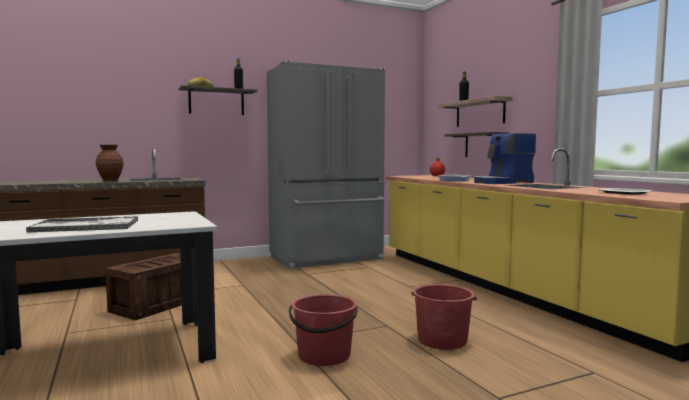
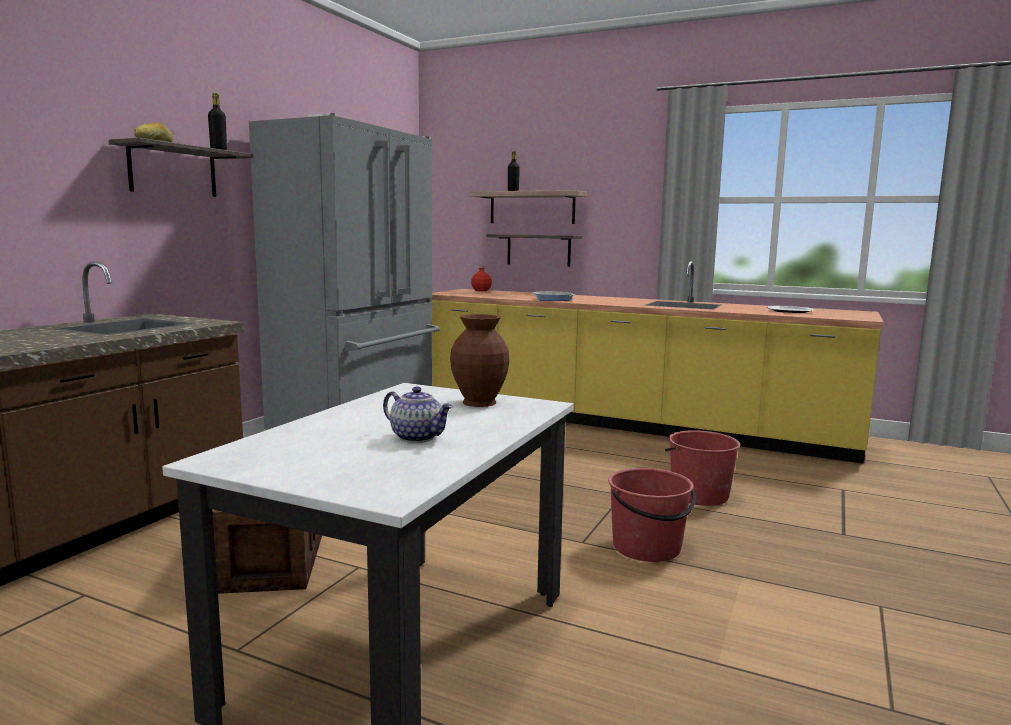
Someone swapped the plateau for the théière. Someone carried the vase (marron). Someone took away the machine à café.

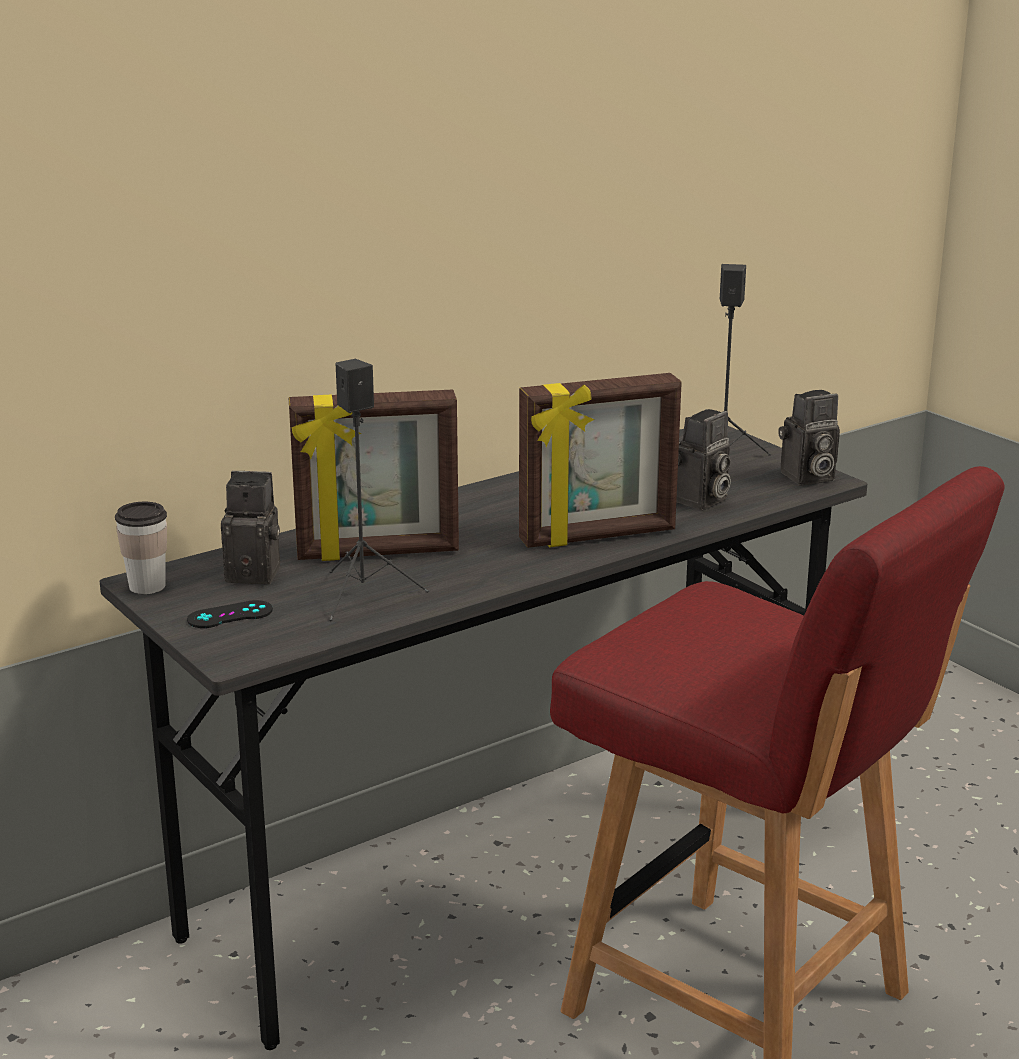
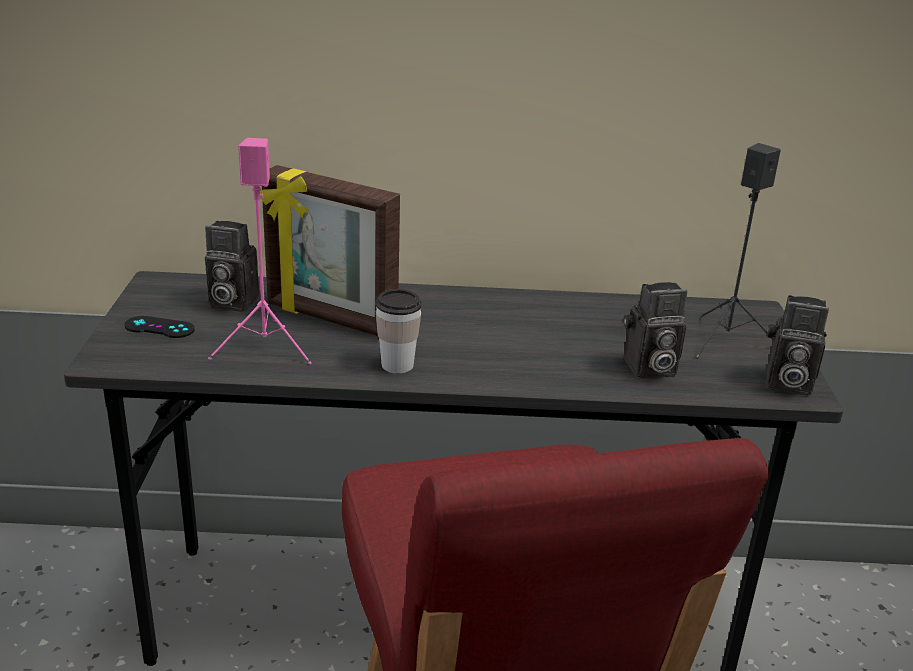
Someone rotated the appareil photo (no. 1 from left) by 150 degrees clockwise. Someone repainted the enceinte (noir) (no. 1 from left), which became the enceinte (rose). Someone carried the tasse. Someone took away the cadre photo (no. 2 from left).

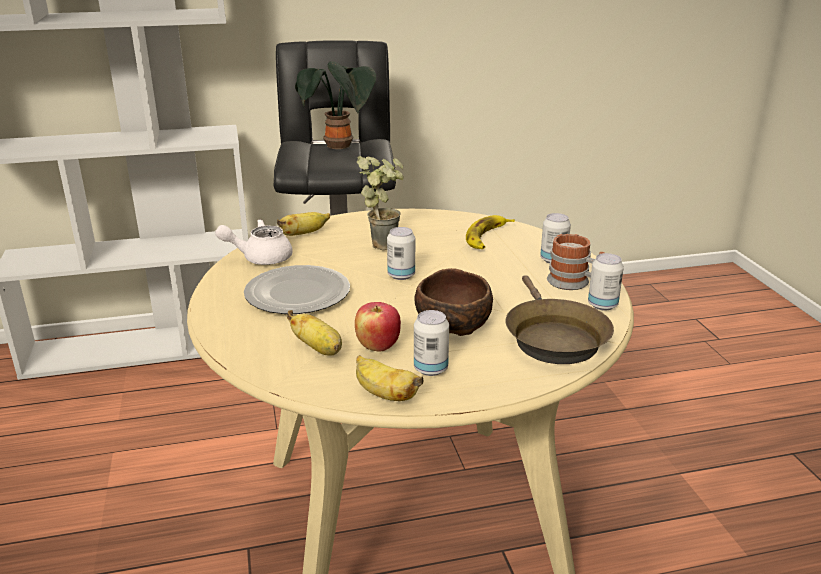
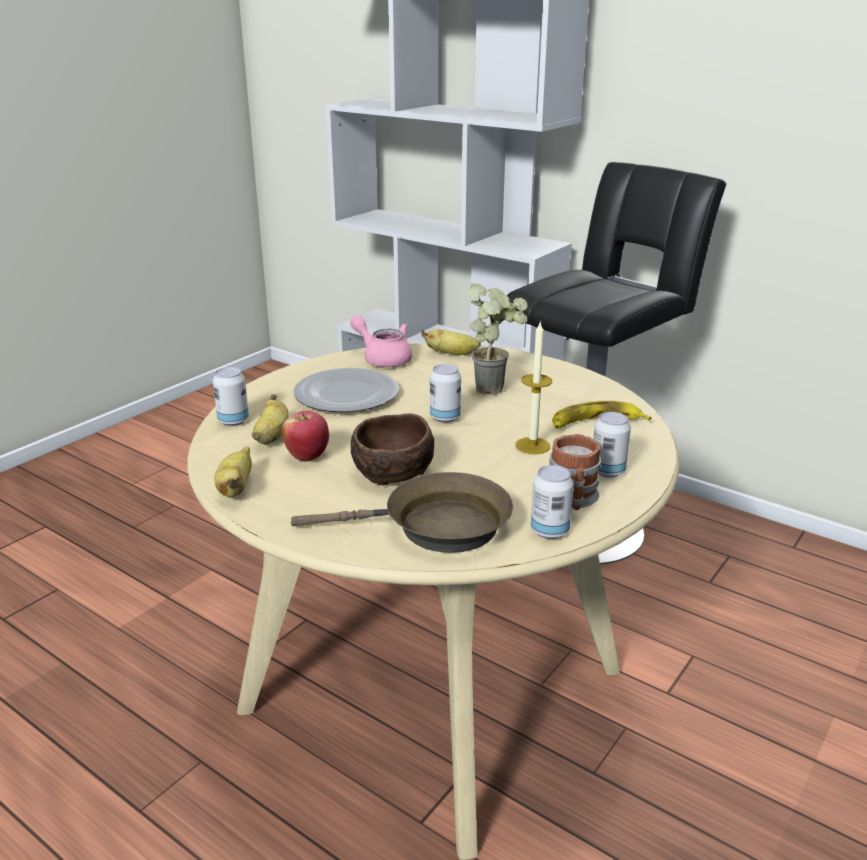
Someone carried the boîte métallique (no. 2 from left in the first image). Someone rotated the poêle (marron) by 135 degrees counterclockwise. Someone repainted the théière (blanc), which became the théière (rose). Someone put down the bougie. Someone took away the plante en pot (no. 1 from left).

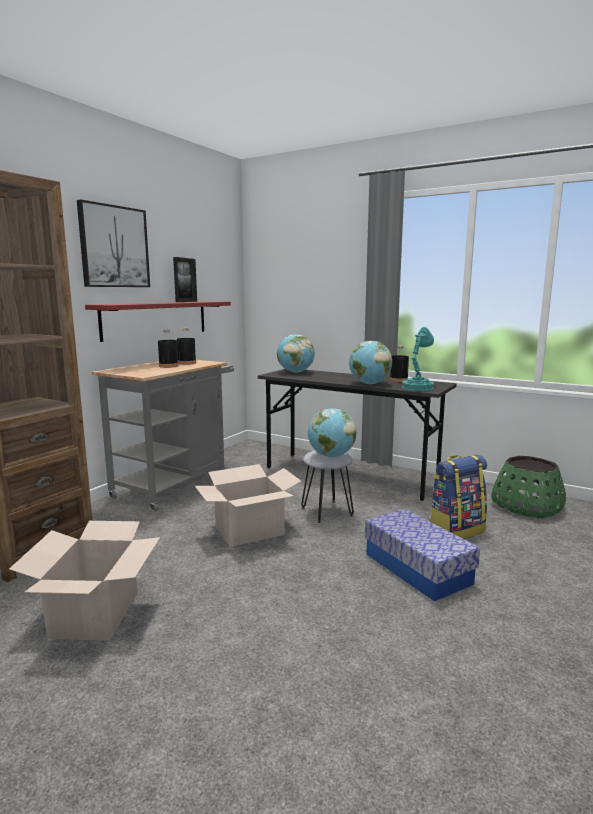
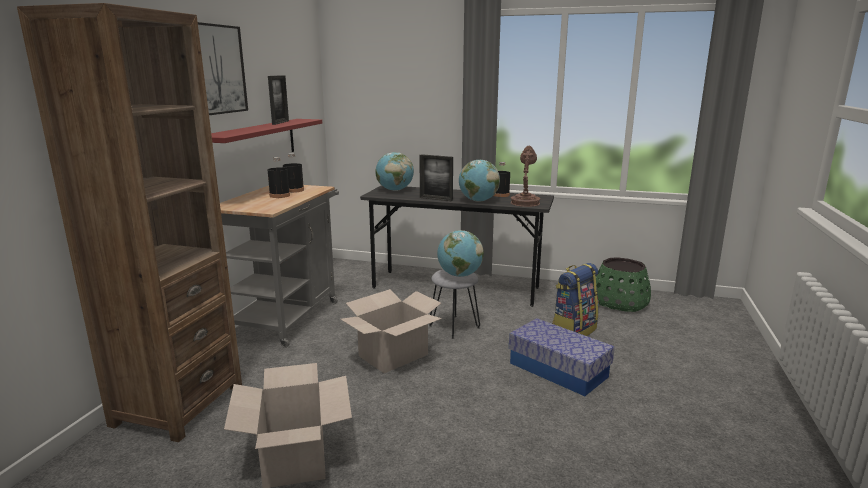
Someone put down the cadre photo (no. 2 from left). Someone repainted the lampe de table (turquoise), which became the lampe de table (marron).

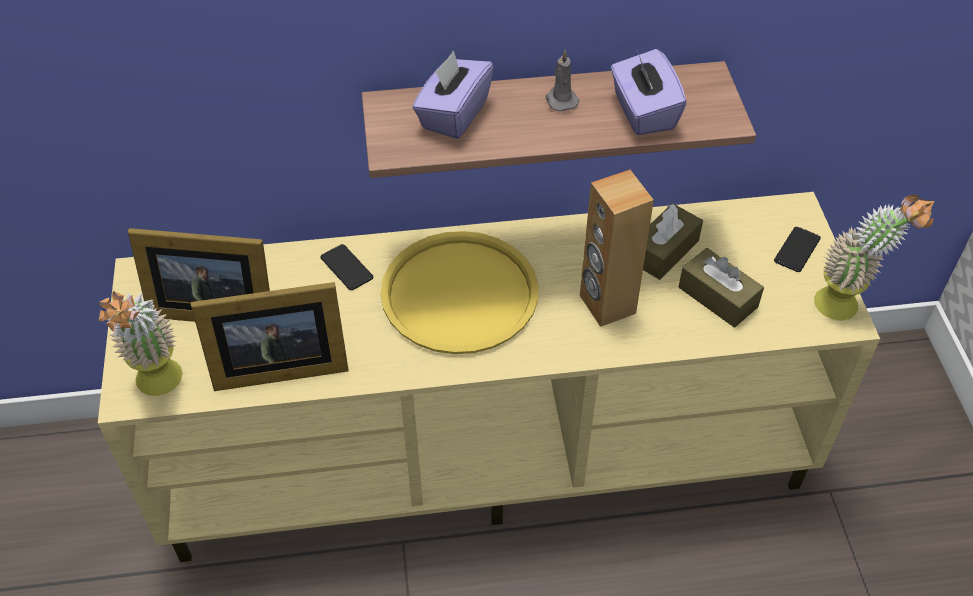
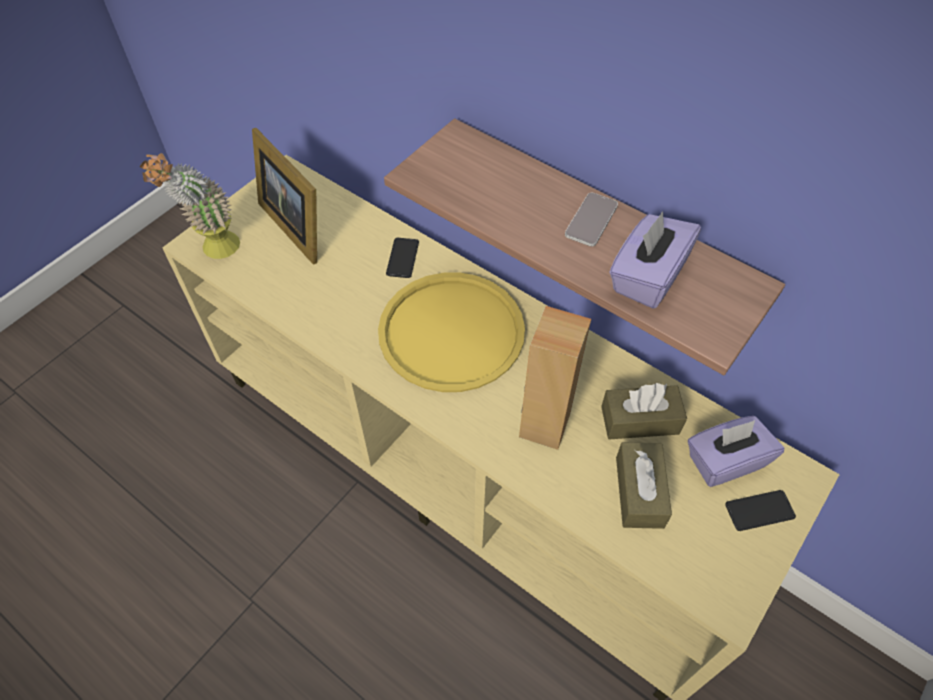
Someone swapped the bougie (gris) for the téléphone (no. 2 from left). Someone carried the boîte à mouchoirs (violet) (no. 1 from left in the first image). Someone took away the cadre photo (no. 2 from left). Someone took away the plante en pot (no. 2 from left).

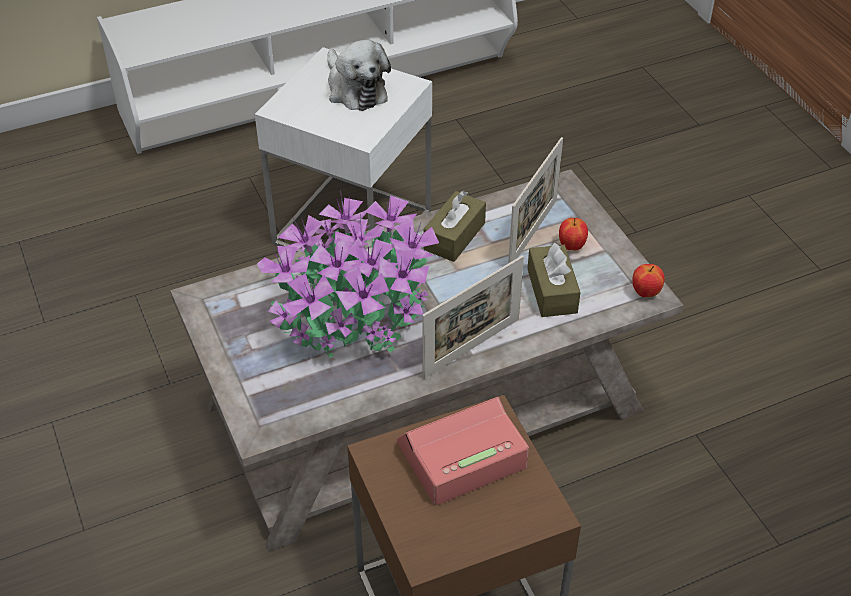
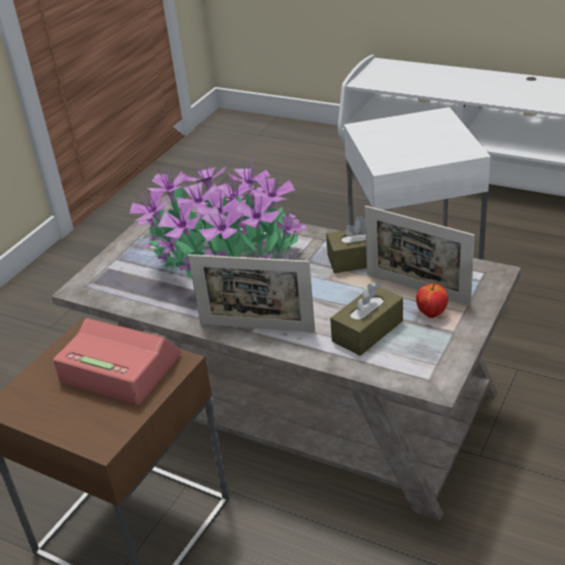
Someone rotated the cadre photo (no. 2 from left) by 45 degrees clockwise. Someone took away the peluche. Someone took away the pomme (no. 2 from left).

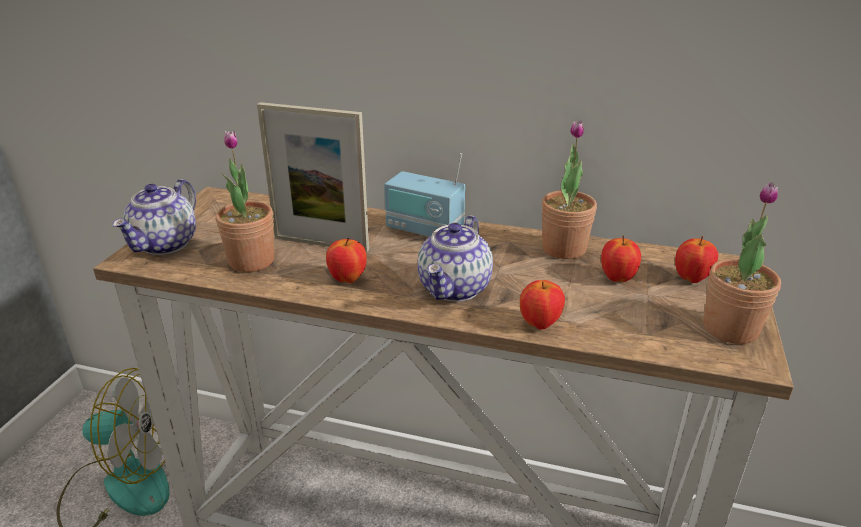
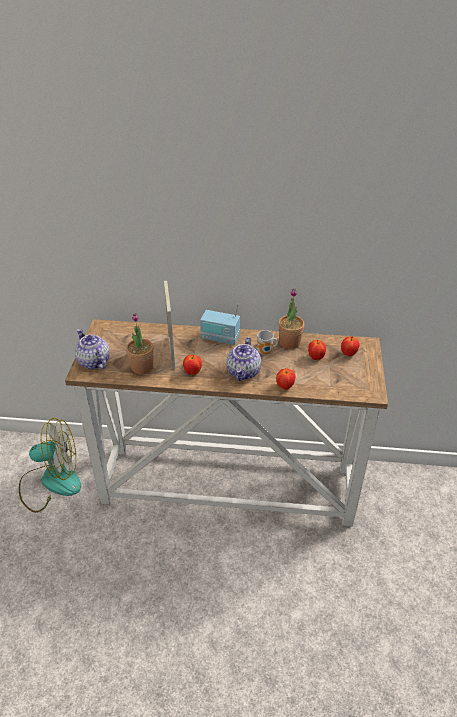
Someone rotated the théière (no. 1 from left) by 135 degrees clockwise. Someone rotated the cadre photo by 105 degrees counterclockwise. Someone put down the mug. Someone took away the plante en pot (no. 3 from left).

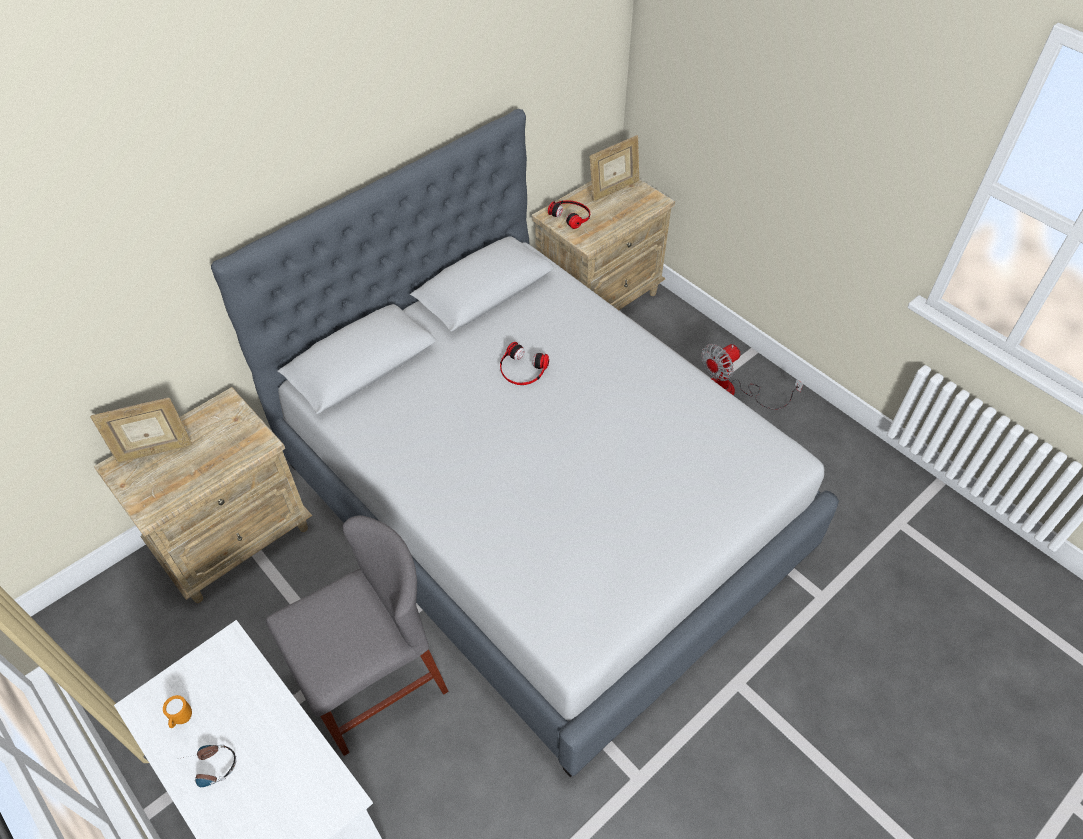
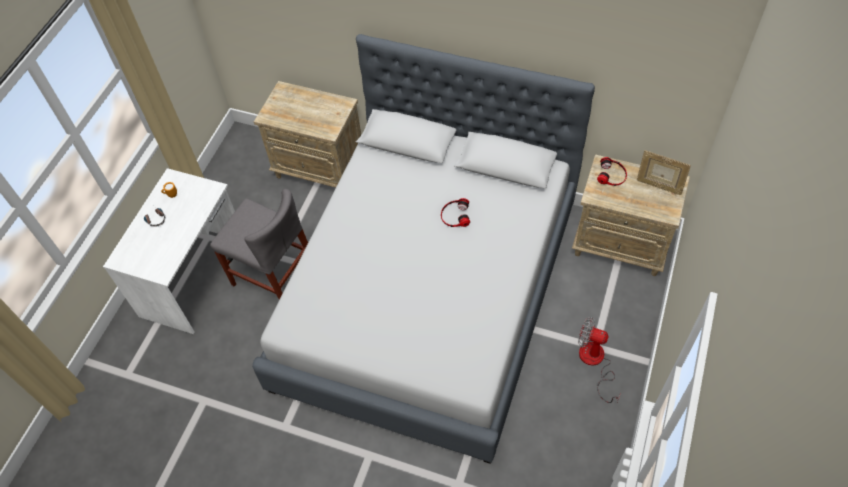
Someone took away the cadre photo (no. 1 from left).

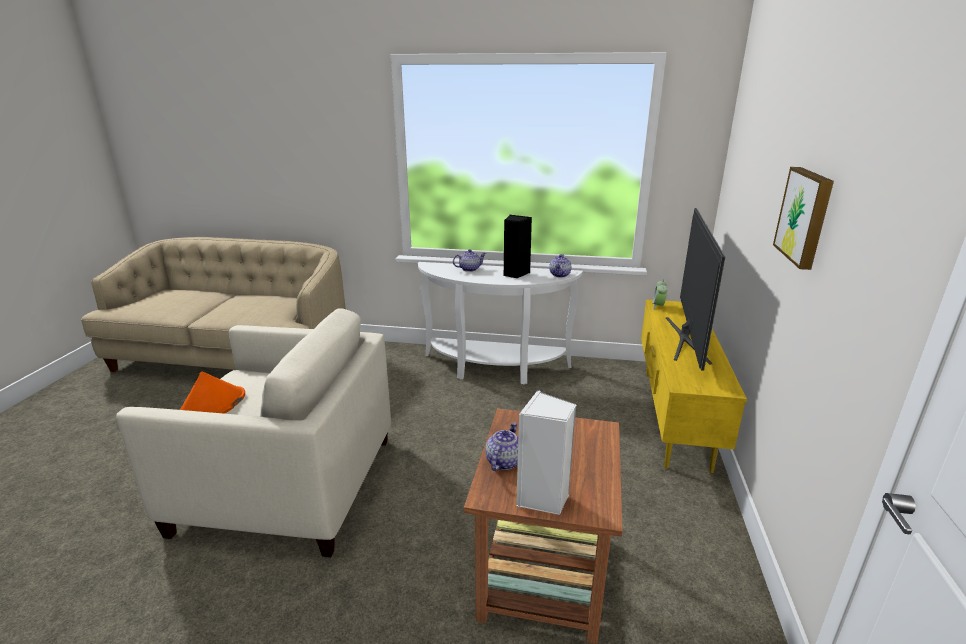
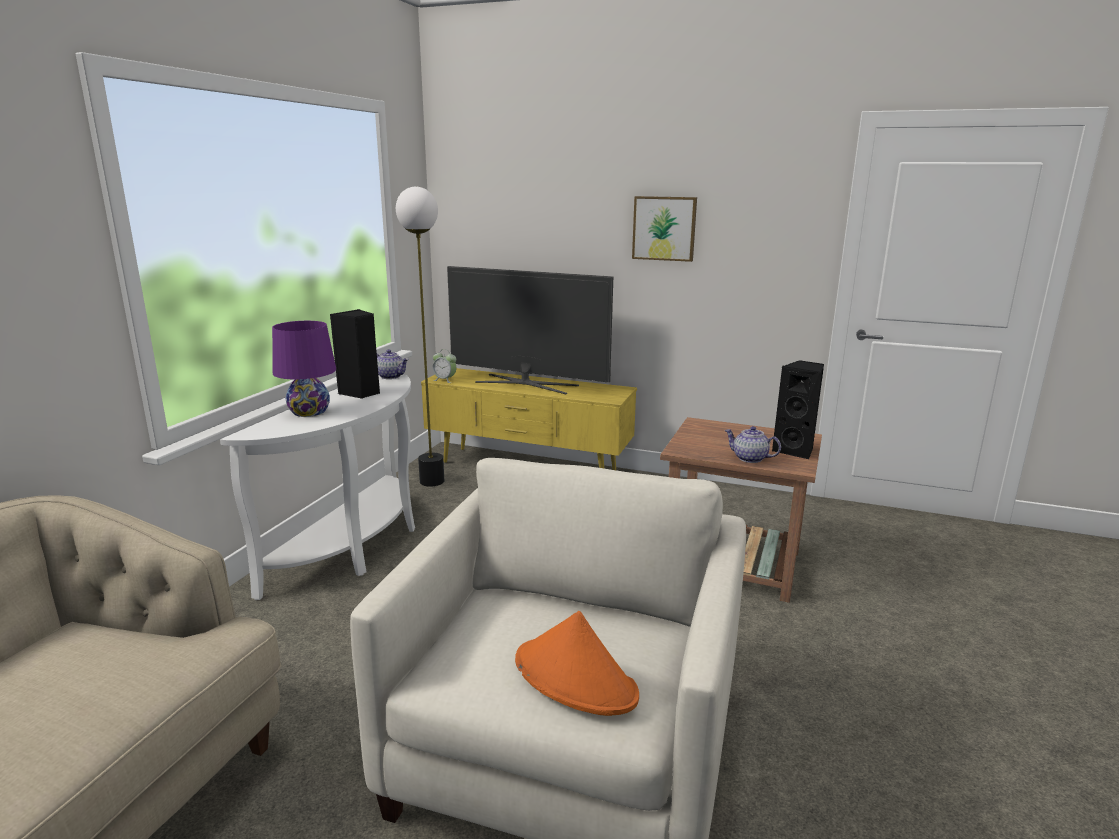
Someone swapped the théière (no. 1 from left) for the lampe de table (violet). Someone put down the lampadaire. Someone repainted the enceinte (blanc), which became the enceinte (noir) (no. 2 from left).

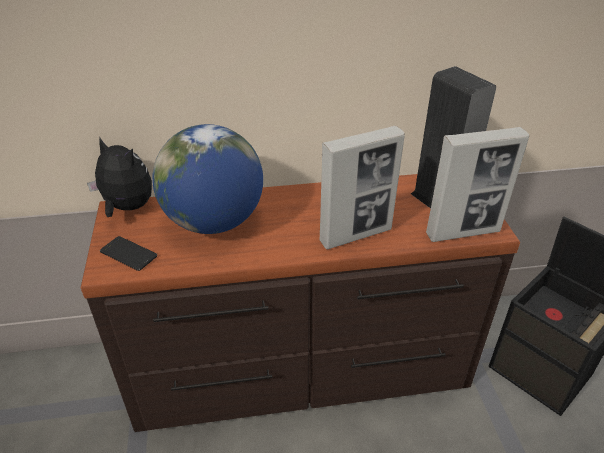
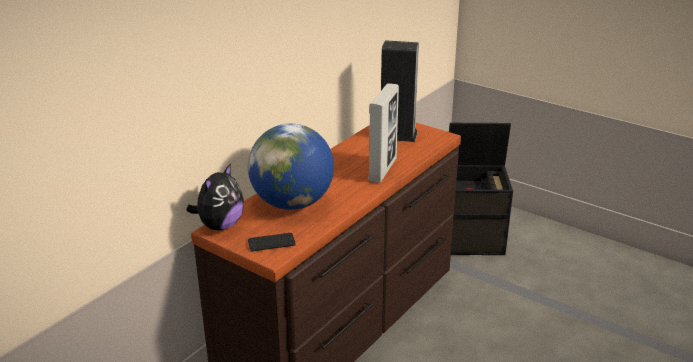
Someone rotated the peluche by 135 degrees clockwise. Someone took away the cadre photo (no. 2 from left).

